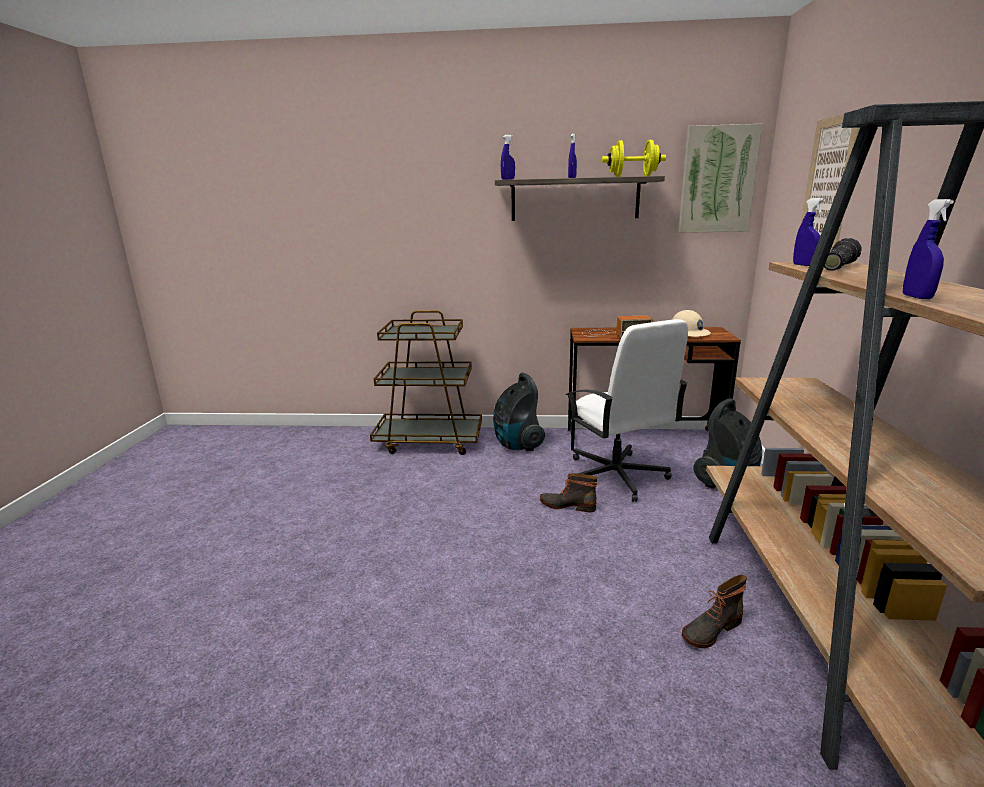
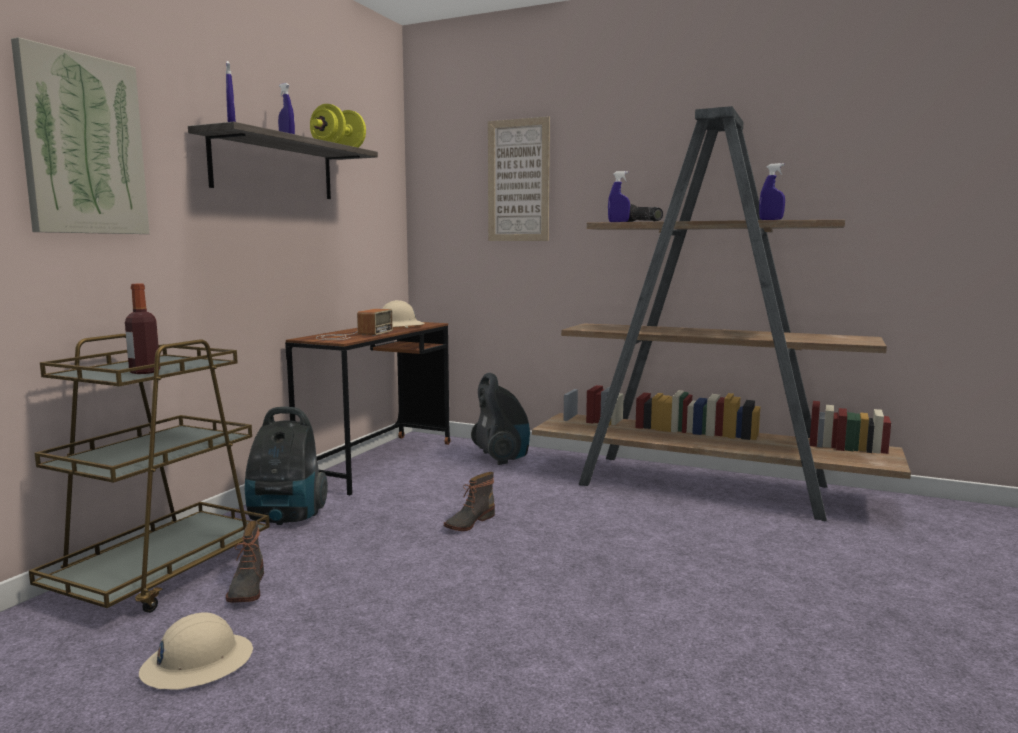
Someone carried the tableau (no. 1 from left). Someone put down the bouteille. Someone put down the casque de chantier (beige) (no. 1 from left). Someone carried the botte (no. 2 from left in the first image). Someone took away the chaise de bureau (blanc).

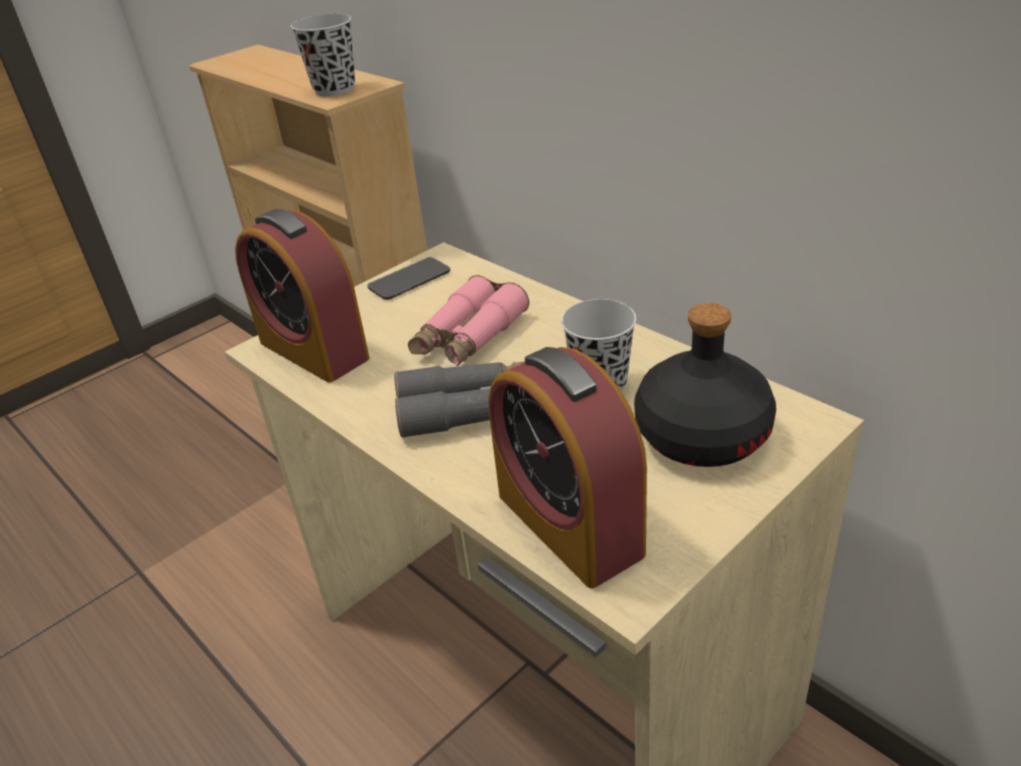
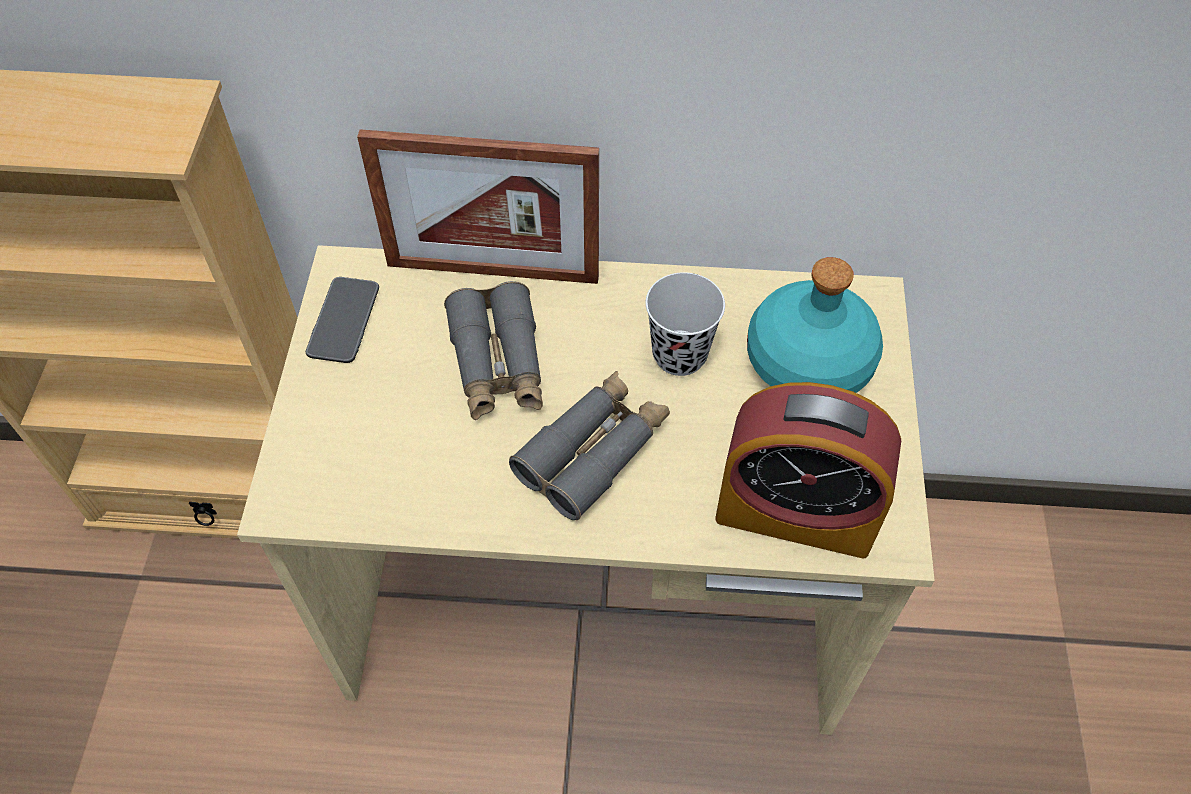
Someone put down the cadre photo. Someone repainted the jumelles (rose), which became the jumelles (gris) (no. 1 from left). Someone repainted the bouteille (noir), which became the bouteille (turquoise). Someone took away the réveil (no. 1 from left). Someone took away the tasse (noir) (no. 1 from left).

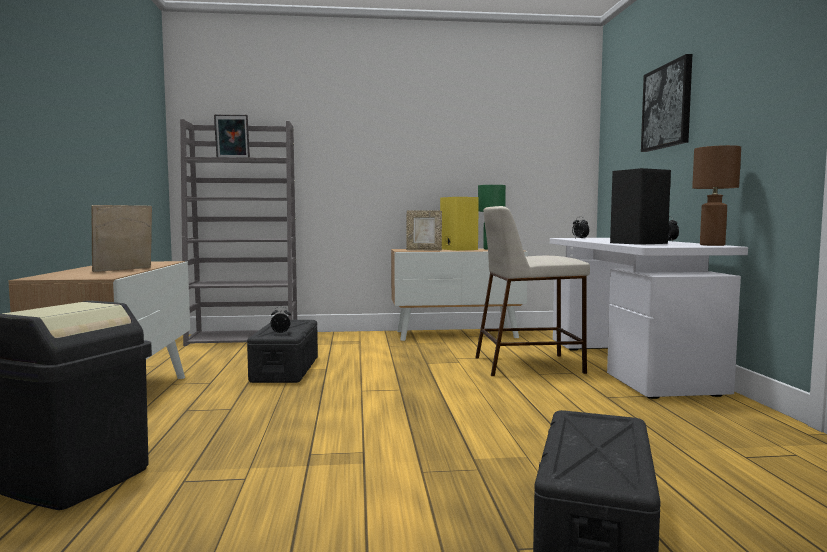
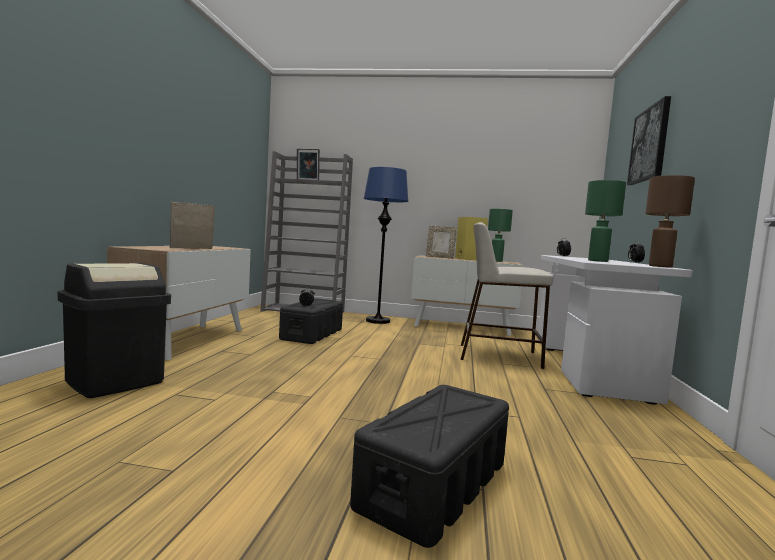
Someone put down the lampadaire (bleu). Someone swapped the enceinte (noir) for the lampe de table (vert) (no. 2 from left).

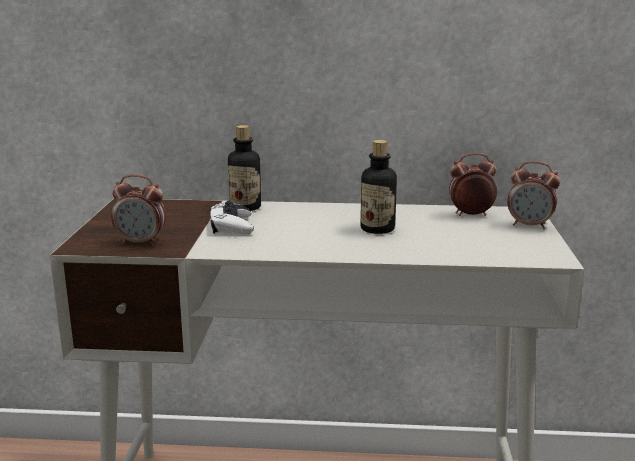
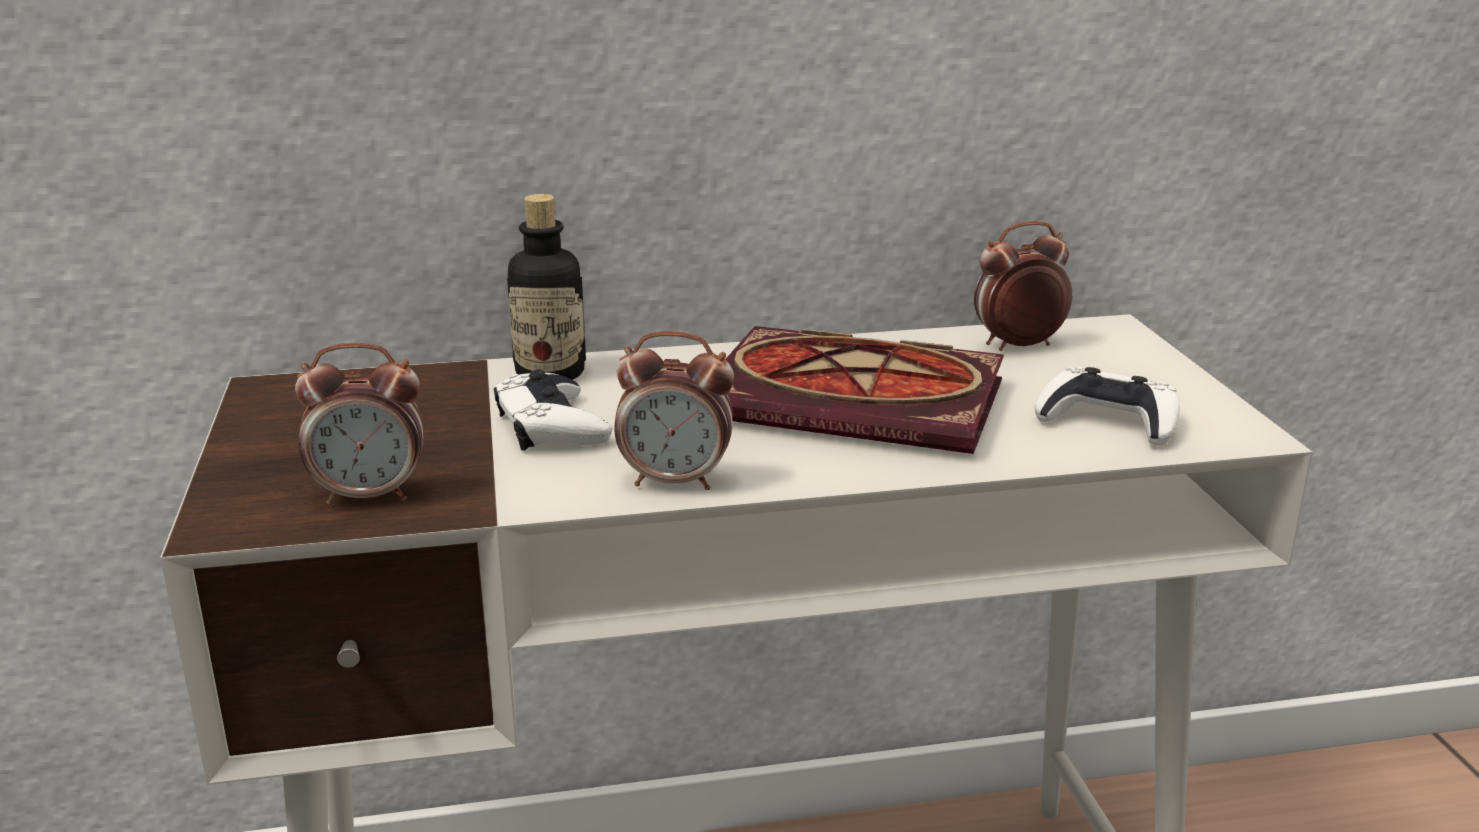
Someone carried the réveil (no. 3 from left in the first image). Someone swapped the bouteille (no. 2 from left) for the livre. Someone put down the manette (blanc) (no. 2 from left).

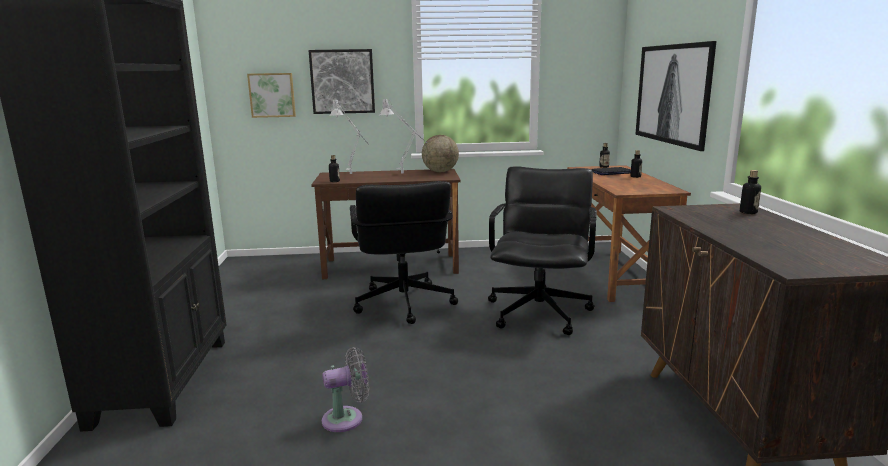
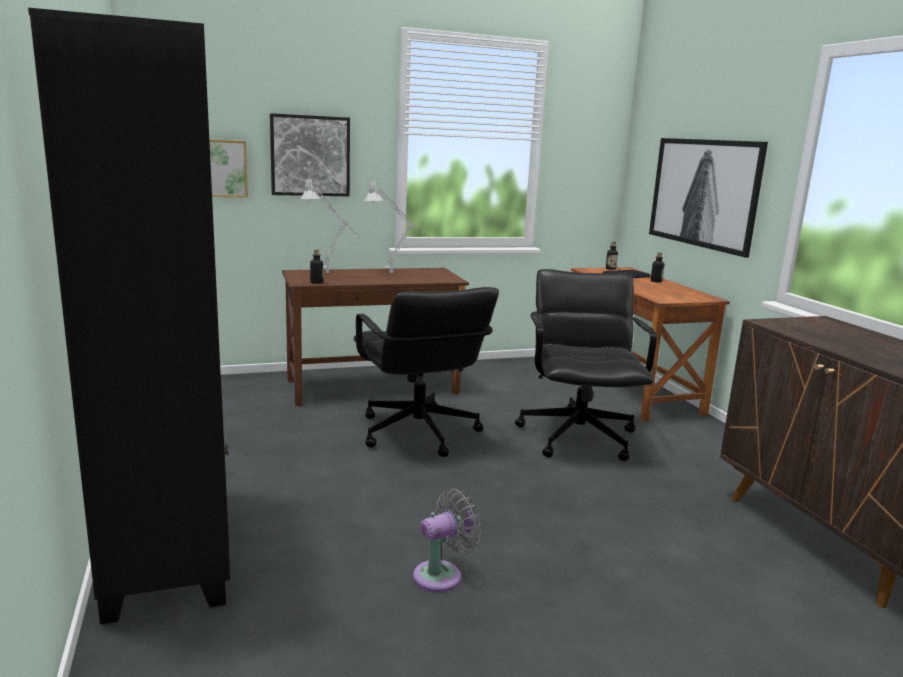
Someone took away the globe. Someone took away the bouteille (no. 4 from left).

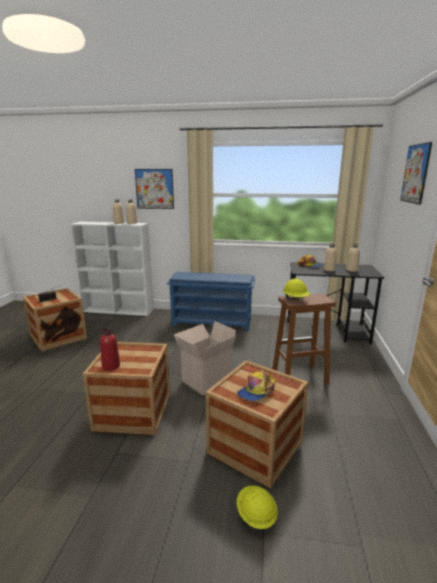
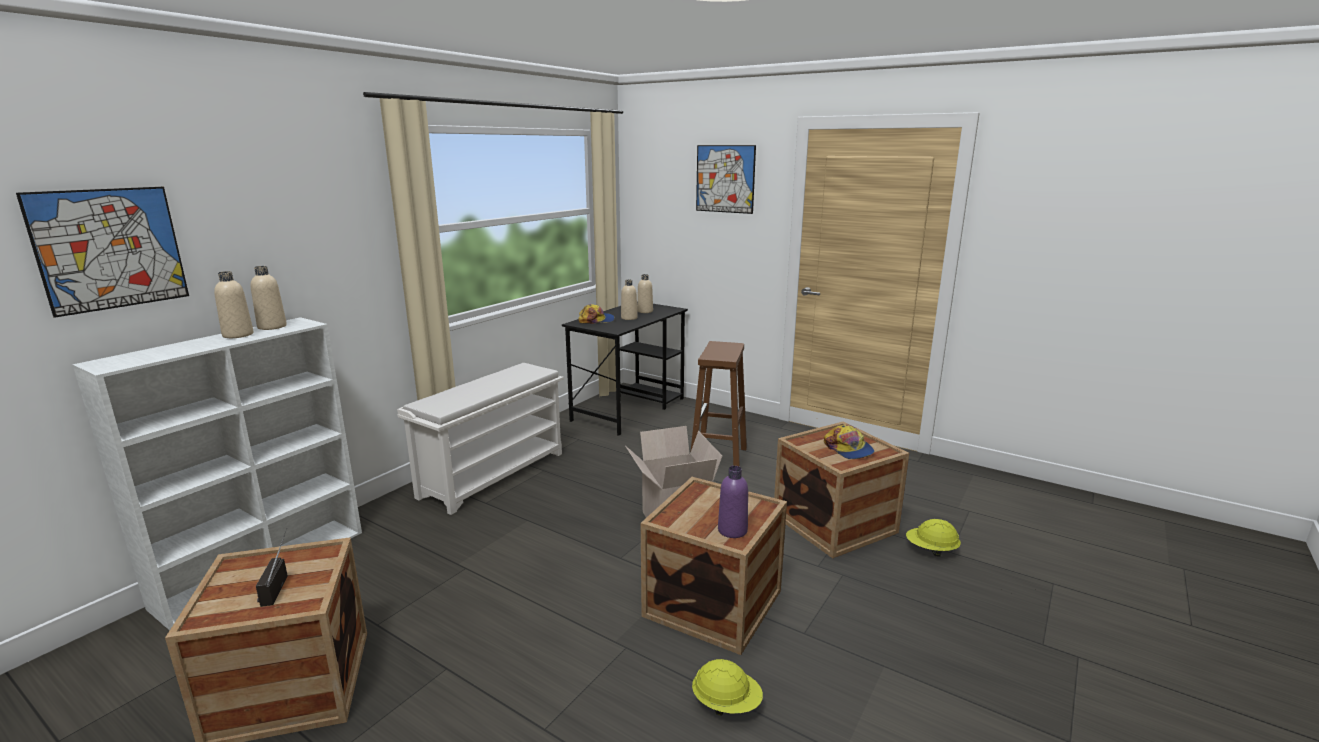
Someone carried the tableau (no. 1 from left). Someone repainted the étagère à chaussures (bleu), which became the étagère à chaussures (blanc). Someone carried the casque de chantier (jaune) (no. 2 from left in the first image). Someone repainted the bouteille (rouge), which became the bouteille (violet).

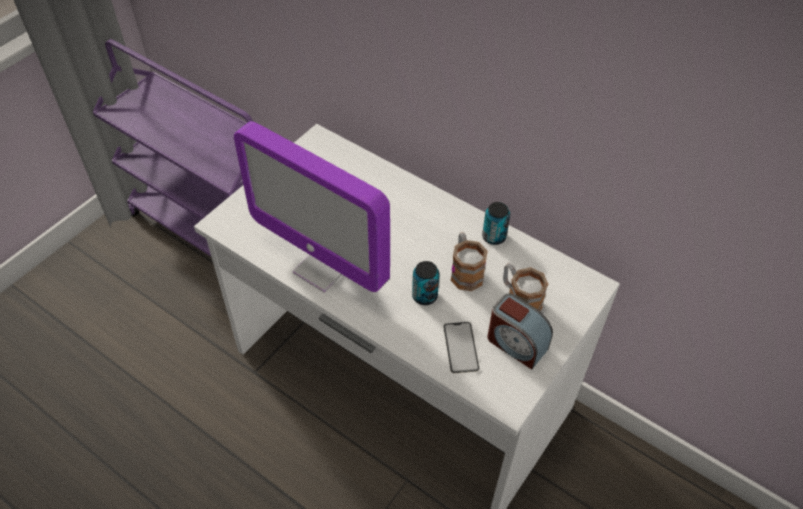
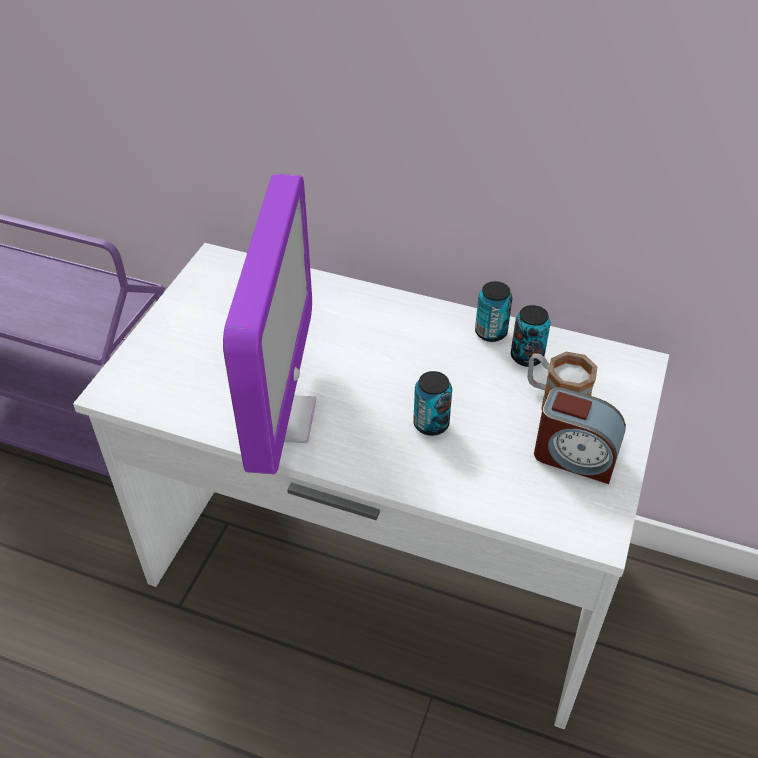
Someone rotated the écran d'ordinateur by 105 degrees counterclockwise. Someone put down the boîte métallique (no. 3 from left). Someone took away the téléphone. Someone took away the mug (no. 1 from left).

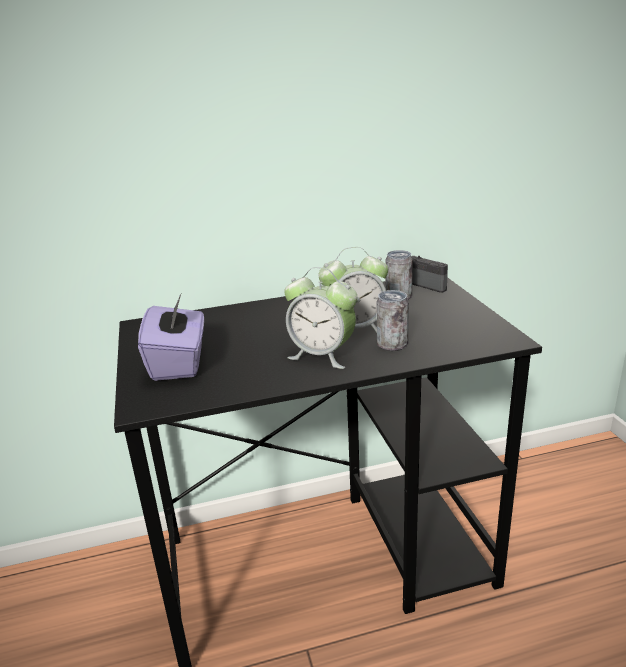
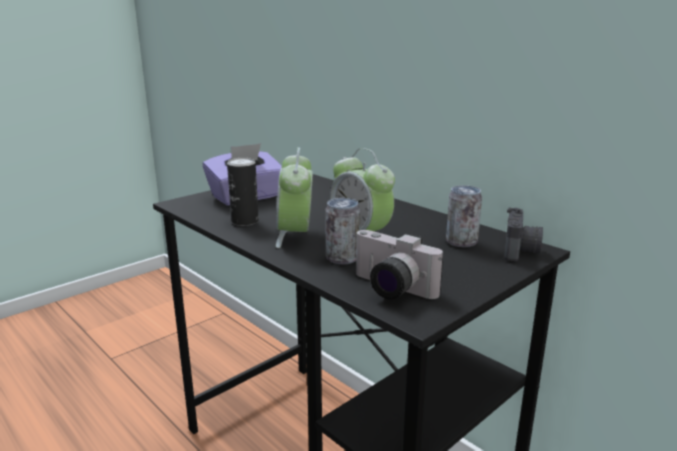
Someone put down the boîte métallique (no. 1 from left). Someone put down the appareil photo (no. 1 from left).

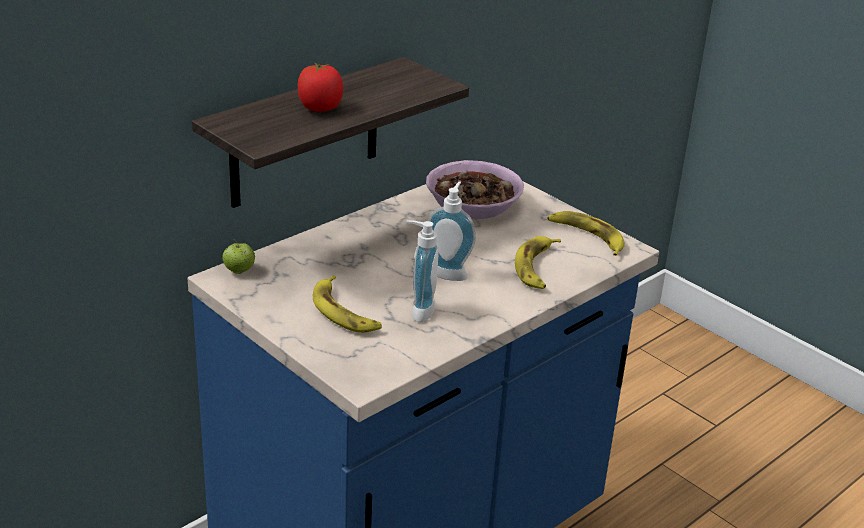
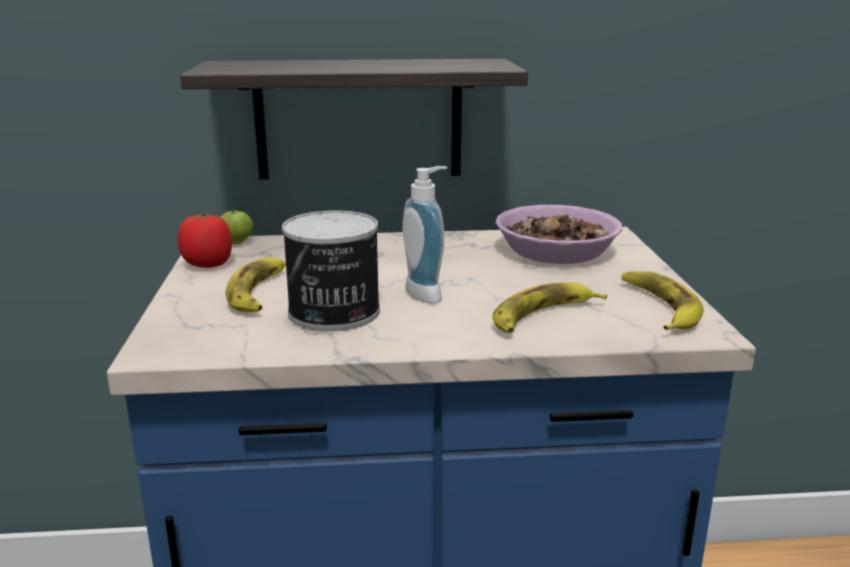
Someone carried the tomate. Someone swapped the distributeur de savon (no. 1 from left) for the boîte métallique.

